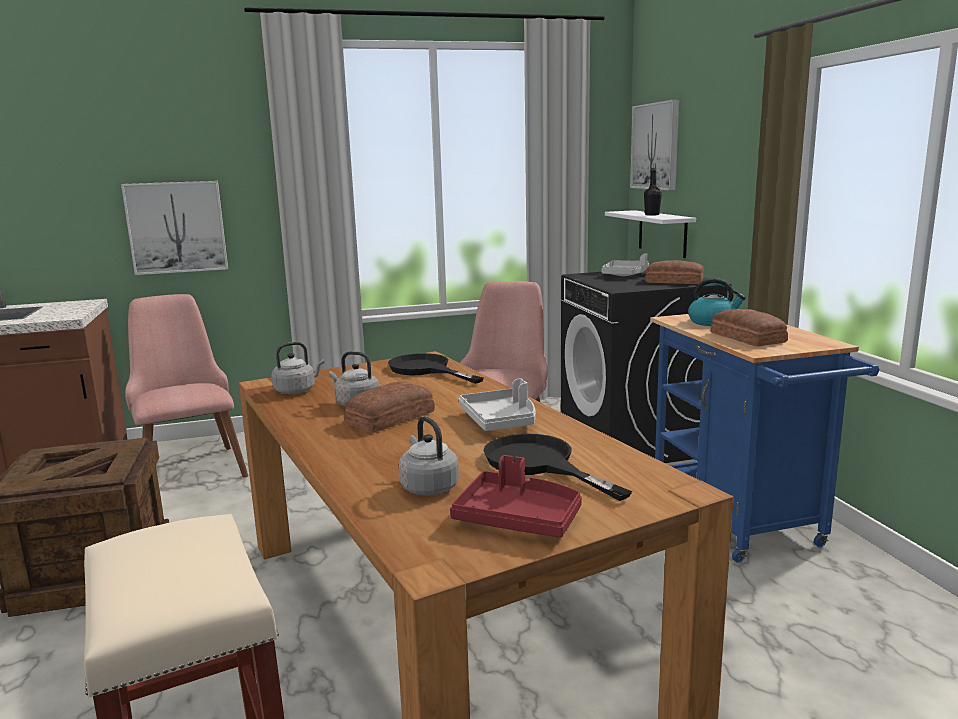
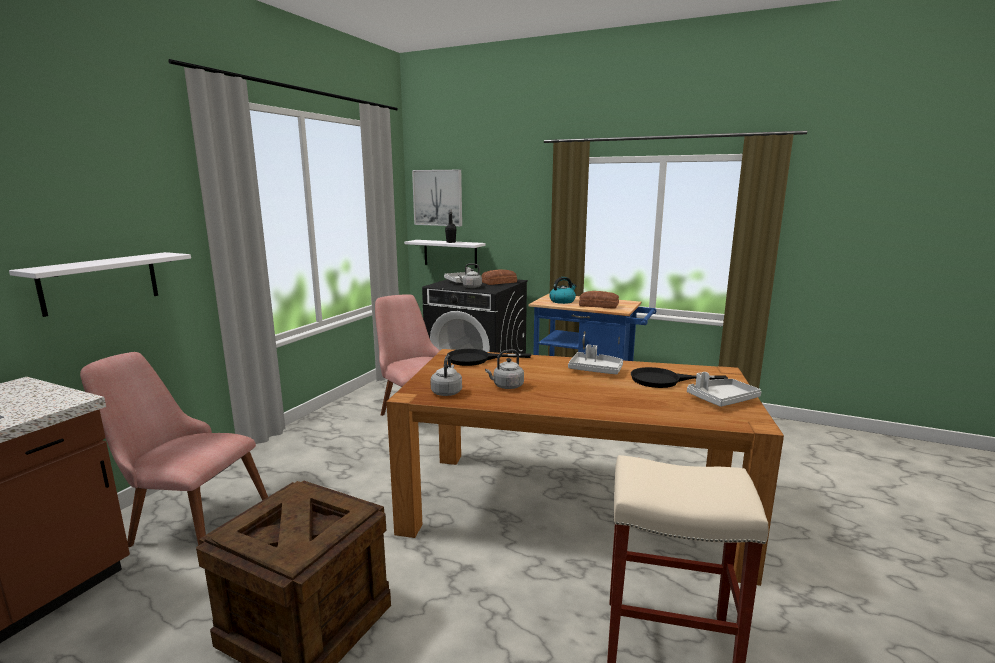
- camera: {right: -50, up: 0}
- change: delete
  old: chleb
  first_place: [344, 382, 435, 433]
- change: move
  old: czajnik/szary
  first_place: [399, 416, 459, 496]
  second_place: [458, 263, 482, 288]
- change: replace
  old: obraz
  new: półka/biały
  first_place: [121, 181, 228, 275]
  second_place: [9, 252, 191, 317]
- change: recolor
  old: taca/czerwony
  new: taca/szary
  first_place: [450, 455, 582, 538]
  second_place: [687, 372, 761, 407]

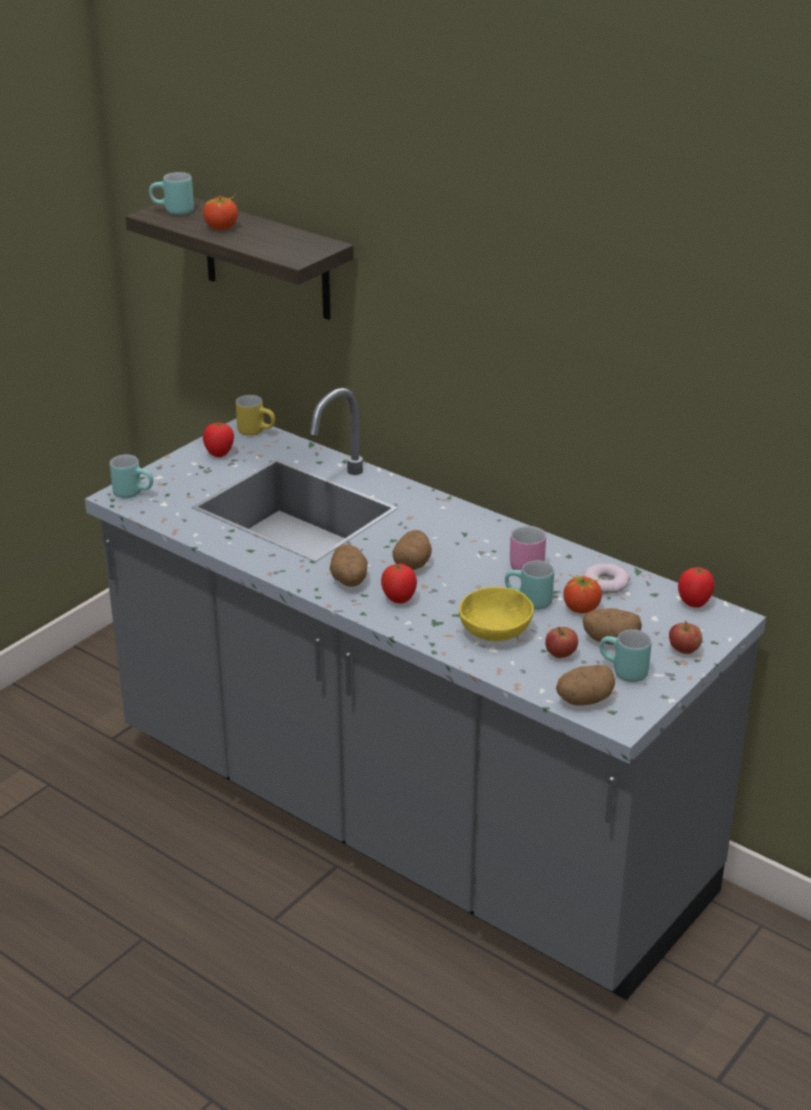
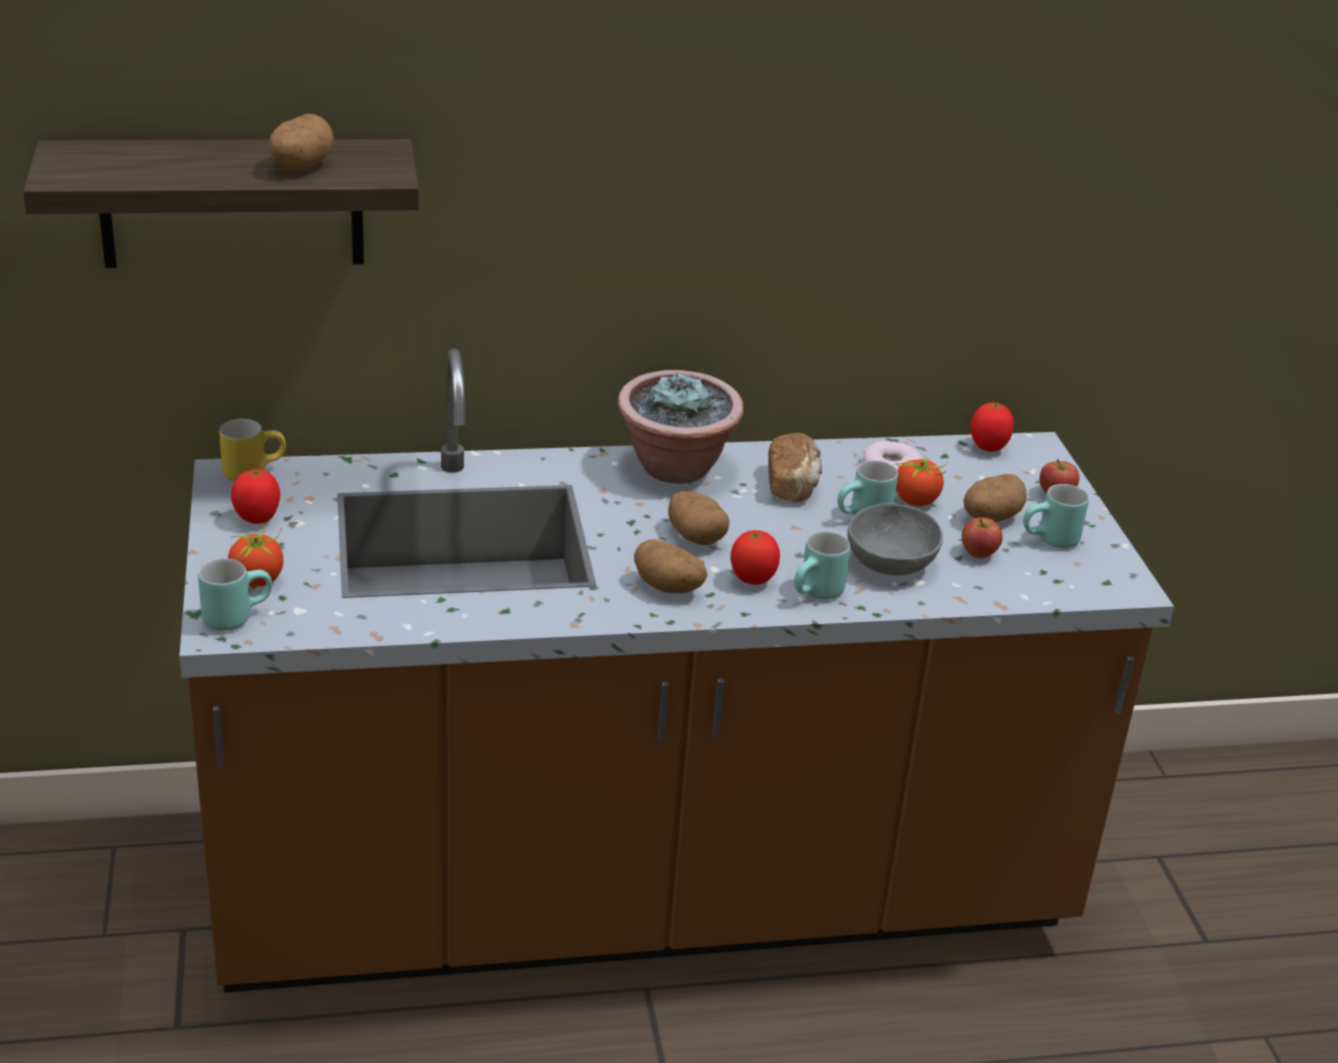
- camera: {right: -50, up: 0}
- change: insert
  new: roślina doniczkowa
  second_place: [618, 370, 744, 484]
- change: move
  old: kubek/turkusowy
  first_place: [149, 172, 194, 215]
  second_place: [794, 531, 850, 599]
- change: move
  old: pomidor
  first_place: [202, 193, 238, 230]
  second_place: [228, 523, 283, 586]
- change: move
  old: ziemniak
  first_place: [556, 665, 615, 706]
  second_place: [269, 114, 334, 171]
- change: replace
  old: kubek/różowy
  new: chleb
  first_place: [510, 526, 546, 570]
  second_place: [768, 433, 822, 502]
- change: recolor
  old: zabudowa kuchenna/szary
  new: zabudowa kuchenna/brązowy
  first_place: [85, 388, 766, 1000]
  second_place: [179, 349, 1174, 993]
- change: recolor
  old: miska/żółty
  new: miska/szary
  first_place: [459, 587, 534, 641]
  second_place: [847, 503, 943, 575]

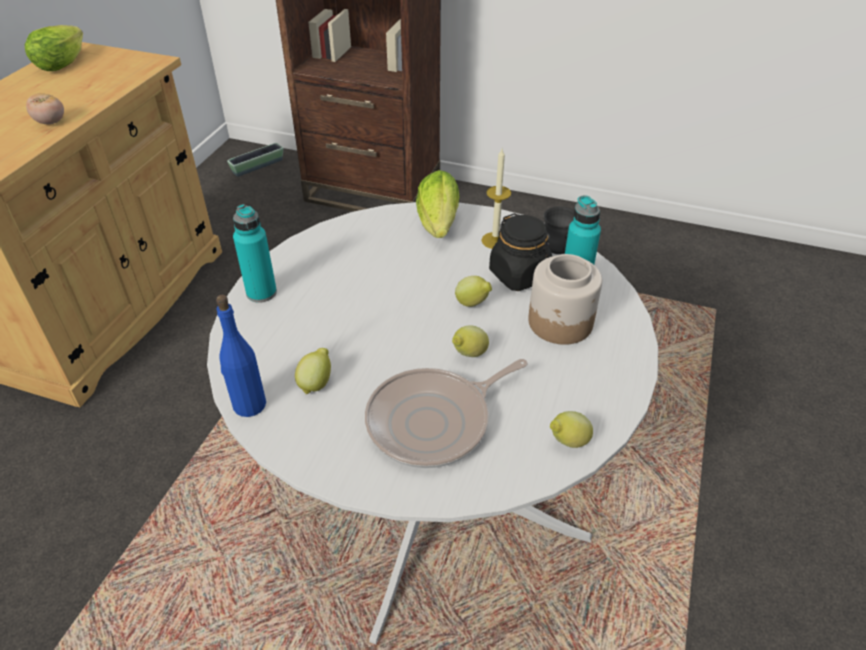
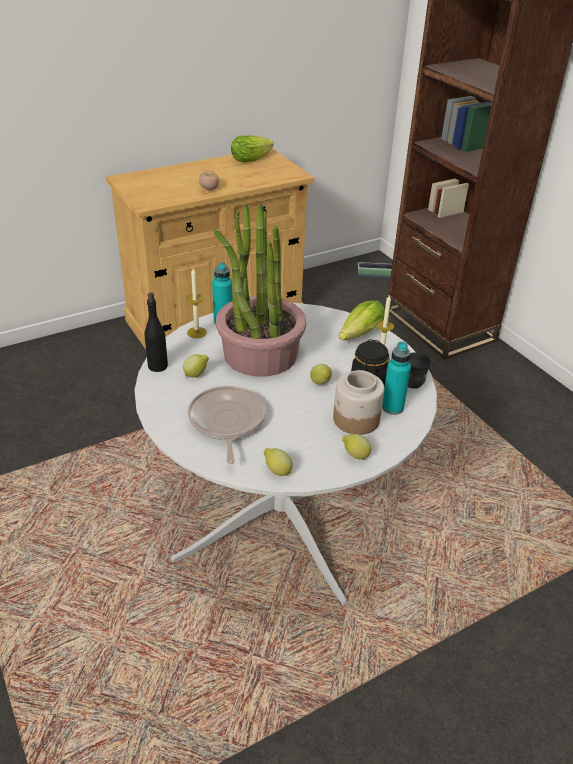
- camera: {right: 40, up: -5}
- change: insert
  new: świeca
  second_place: [186, 268, 207, 338]
- change: insert
  new: roślina doniczkowa
  second_place: [213, 204, 306, 376]
- change: move
  old: cytryna
  first_place: [452, 325, 489, 357]
  second_place: [342, 434, 371, 459]
- change: recolor
  old: butelka/niebieski
  new: butelka/czarny
  first_place: [216, 295, 266, 417]
  second_place: [145, 292, 168, 372]
- change: rotate
  old: patelnia
  first_place: [365, 359, 528, 468]
  second_place: [188, 386, 265, 464]
  degrees: 75

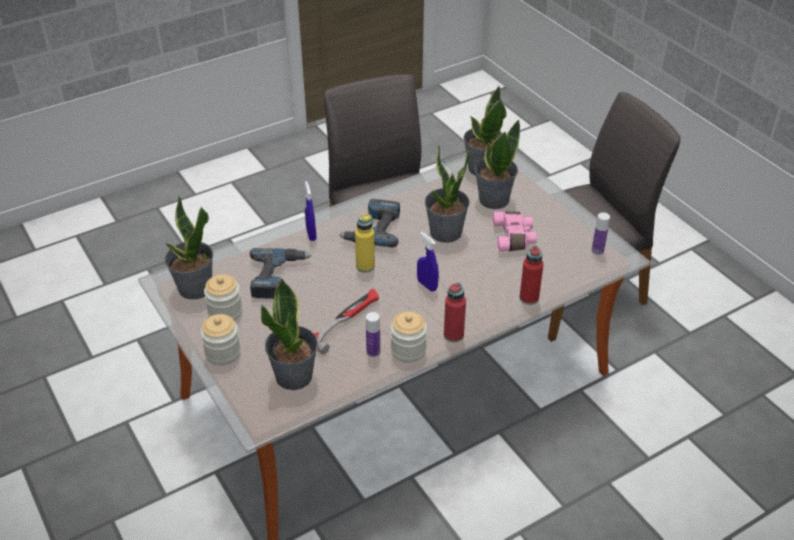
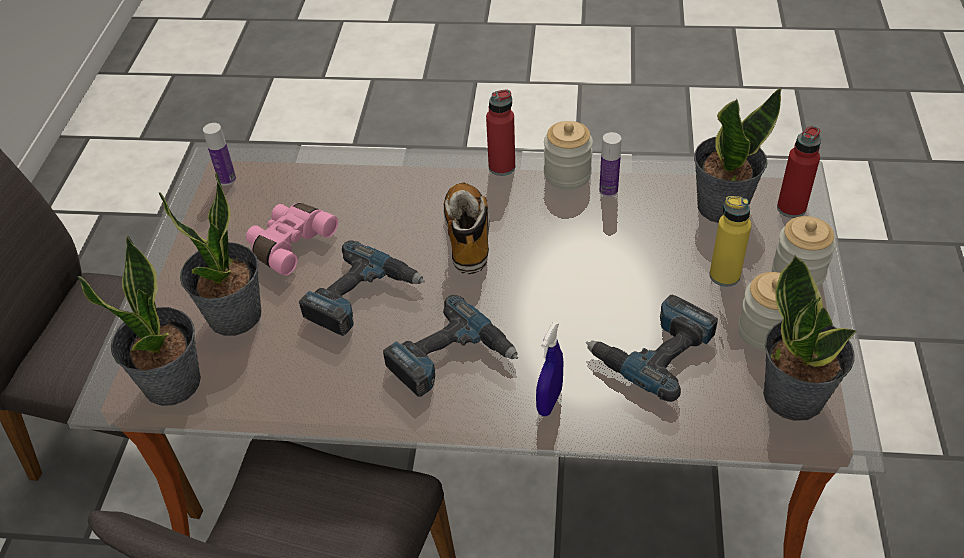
- camera: {right: -140, up: 5}
- change: delete
  old: młotek
  first_place: [301, 289, 379, 354]
- change: move
  old: butelka/żółty
  first_place: [355, 214, 375, 273]
  second_place: [709, 196, 751, 287]
- change: move
  old: butelka/czerwony
  first_place: [519, 246, 543, 305]
  second_place: [777, 126, 821, 218]
- change: replace
  old: spryskiwacz/niebieski
  new: but z cholewką
  first_place: [417, 232, 439, 292]
  second_place: [443, 182, 490, 274]
- change: replace
  old: roślina doniczkowa
  new: wiertarka
  first_place: [425, 144, 470, 243]
  second_place: [299, 240, 425, 336]

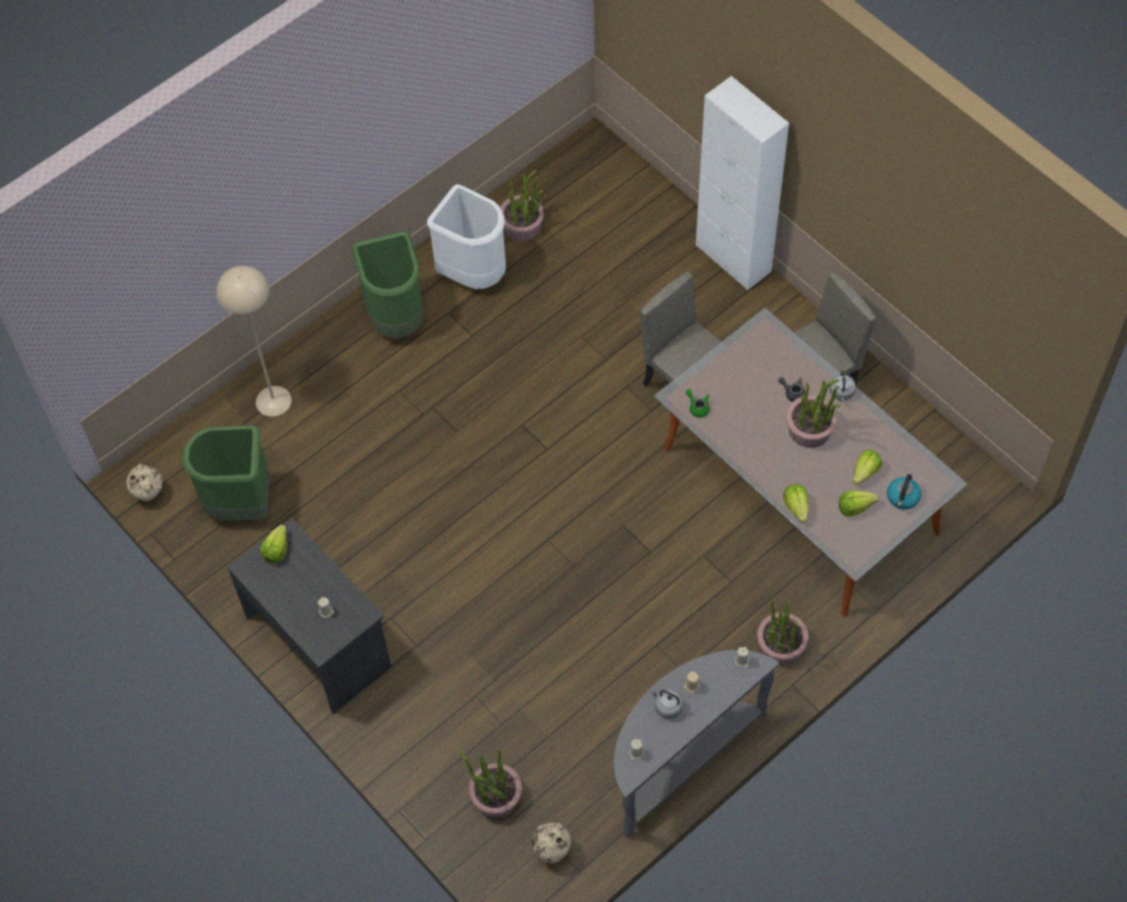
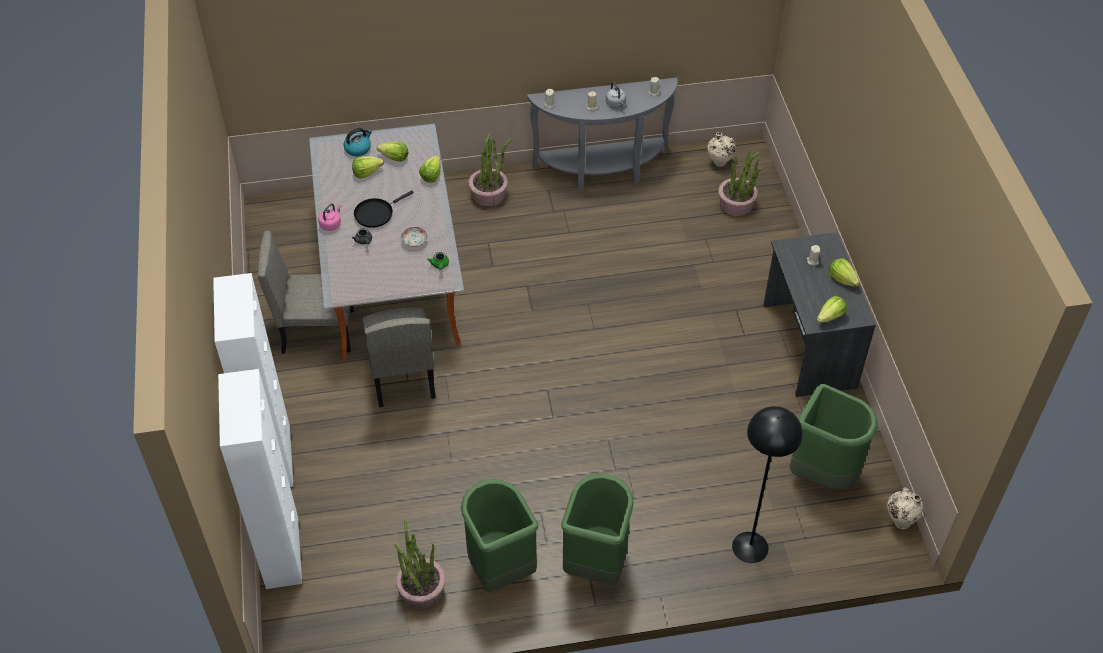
- camera: {right: -150, up: -10}
- change: insert
  new: szafka/biały
  second_place: [218, 369, 302, 589]
- change: insert
  new: talerz
  second_place: [401, 227, 428, 247]
- change: insert
  new: sałata
  second_place: [829, 258, 860, 287]
- change: replace
  old: roślina doniczkowa
  new: patelnia/czarny
  first_place: [786, 379, 840, 448]
  second_place: [354, 190, 414, 228]
- change: recolor
  old: lampa stojąca/beżowy
  new: lampa stojąca/czarny
  first_place: [216, 266, 292, 417]
  second_place: [732, 406, 803, 563]
- change: recolor
  old: kosz na śmieci/biały
  new: kosz na śmieci/zielony
  first_place: [427, 184, 506, 289]
  second_place: [461, 479, 538, 592]
- change: recolor
  old: czajnik/szary
  new: czajnik/różowy
  first_place: [830, 370, 856, 402]
  second_place: [318, 204, 341, 231]

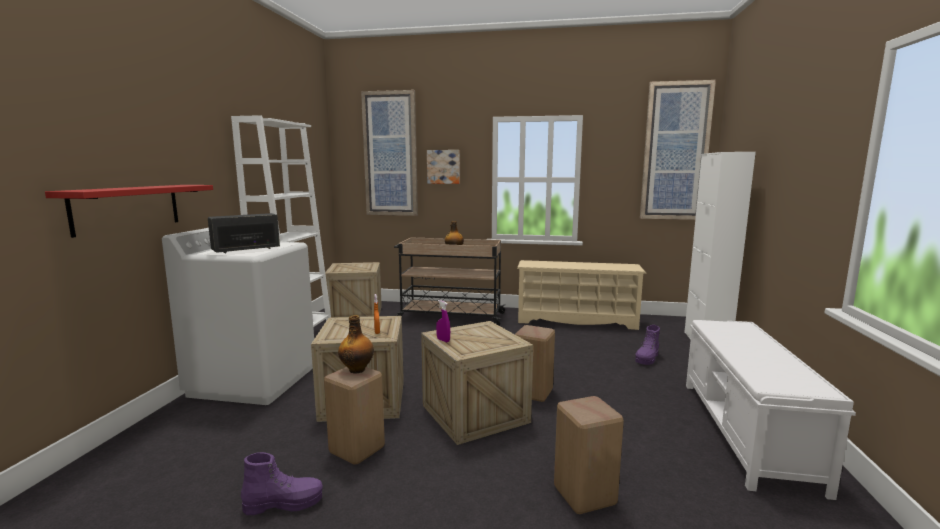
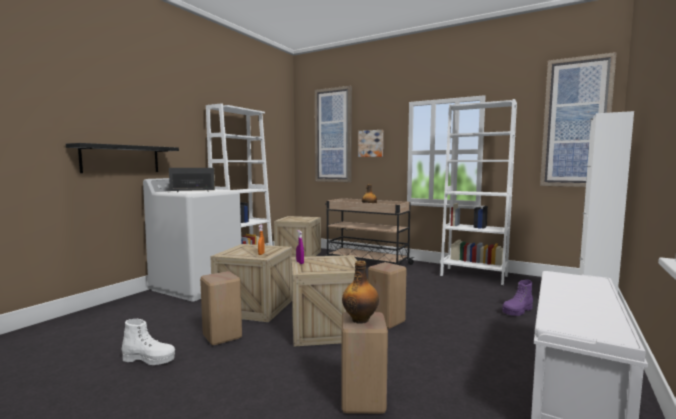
- camera: {right: 20, up: -5}
- change: move
  old: butelka
  first_place: [338, 315, 374, 374]
  second_place: [342, 260, 379, 324]
- change: replace
  old: regał na buty/beżowy
  new: regał/biały
  first_place: [517, 260, 647, 330]
  second_place: [440, 99, 517, 285]
- change: recolor
  old: półka/czerwony
  new: półka/czarny
  first_place: [45, 185, 213, 238]
  second_place: [66, 143, 179, 173]
- change: recolor
  old: but z cholewką/fioletowy
  new: but z cholewką/biały
  first_place: [241, 452, 323, 515]
  second_place: [122, 319, 175, 365]

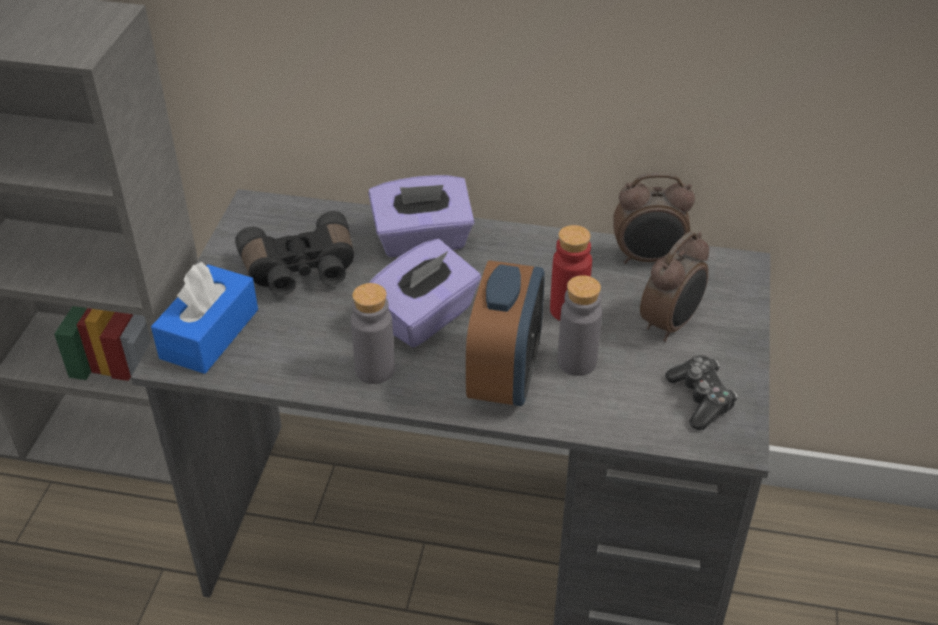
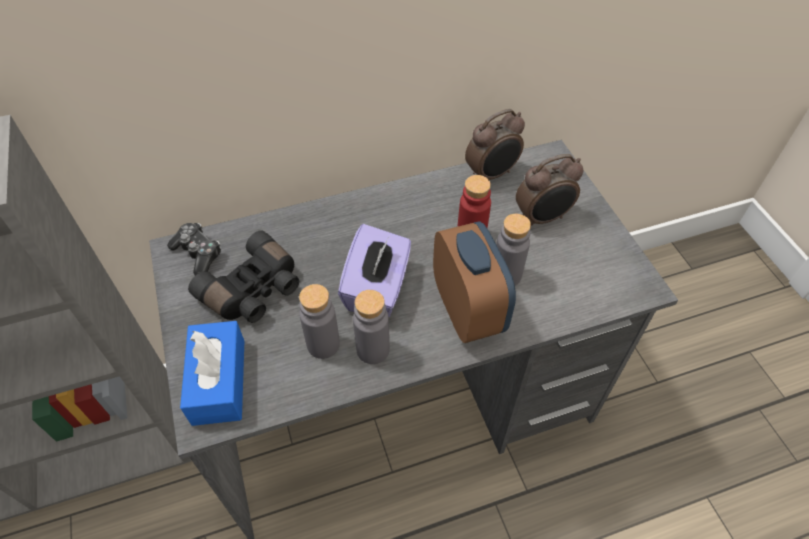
- camera: {right: -30, up: 10}
- change: delete
  old: pudełko chusteczek/fioletowy
  first_place: [368, 175, 474, 257]
- change: insert
  new: butelka/szary
  second_place: [299, 284, 340, 359]
- change: move
  old: pad do gier
  first_place: [665, 355, 738, 430]
  second_place: [167, 223, 221, 276]
- change: rotate
  old: budzik
  first_place: [640, 231, 709, 342]
  second_place: [516, 154, 583, 226]
  degrees: 60

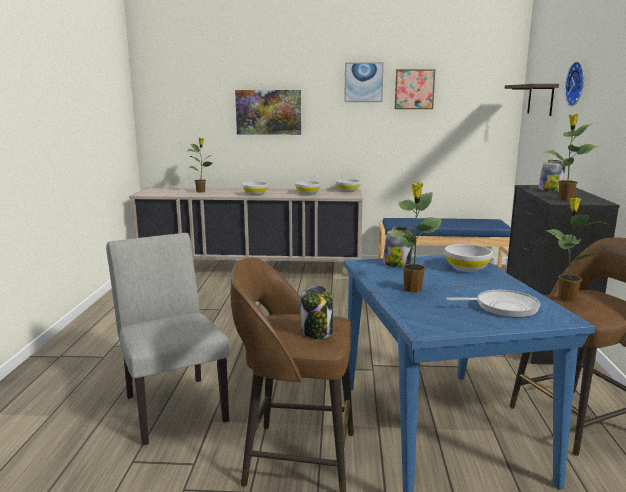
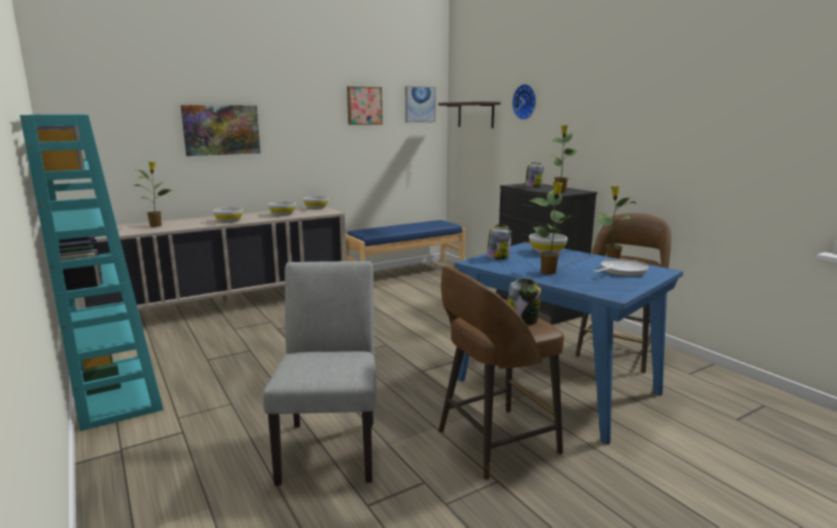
- camera: {right: -35, up: 0}
- change: insert
  new: regał/turkusowy
  second_place: [20, 114, 164, 431]
- change: move
  old: obraz
  first_place: [344, 62, 384, 102]
  second_place: [405, 86, 436, 122]
- change: rotate
  old: krzesło/szary
  first_place: [106, 233, 229, 446]
  second_place: [263, 261, 376, 486]
  degrees: 60

